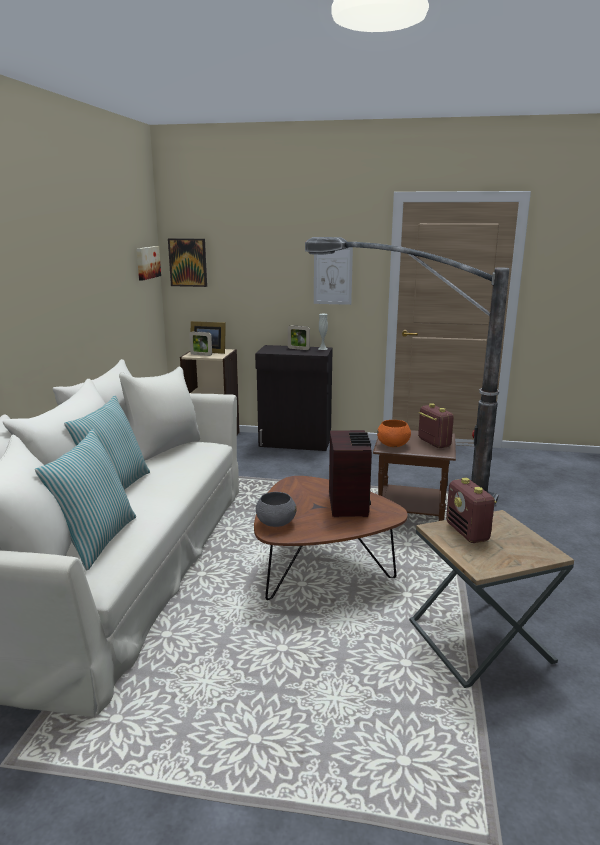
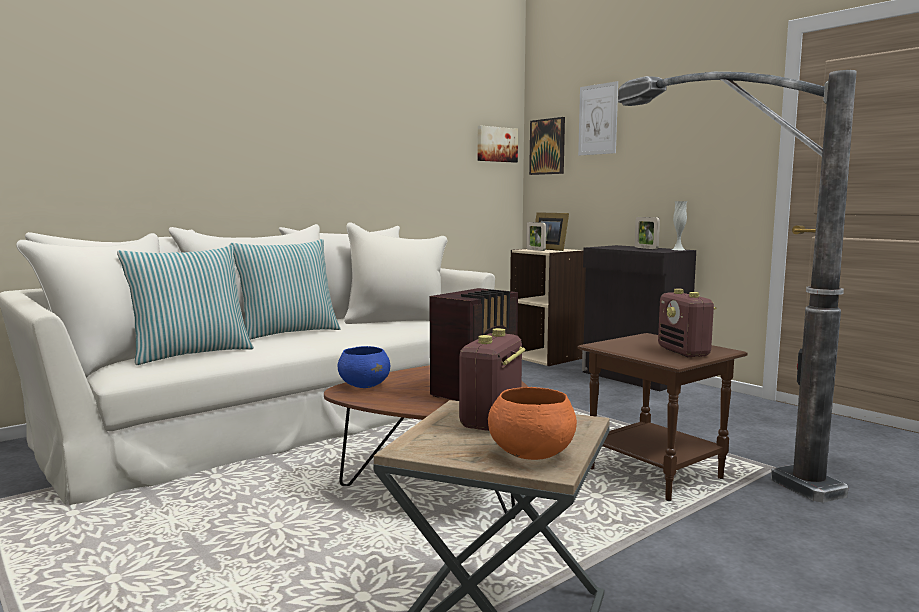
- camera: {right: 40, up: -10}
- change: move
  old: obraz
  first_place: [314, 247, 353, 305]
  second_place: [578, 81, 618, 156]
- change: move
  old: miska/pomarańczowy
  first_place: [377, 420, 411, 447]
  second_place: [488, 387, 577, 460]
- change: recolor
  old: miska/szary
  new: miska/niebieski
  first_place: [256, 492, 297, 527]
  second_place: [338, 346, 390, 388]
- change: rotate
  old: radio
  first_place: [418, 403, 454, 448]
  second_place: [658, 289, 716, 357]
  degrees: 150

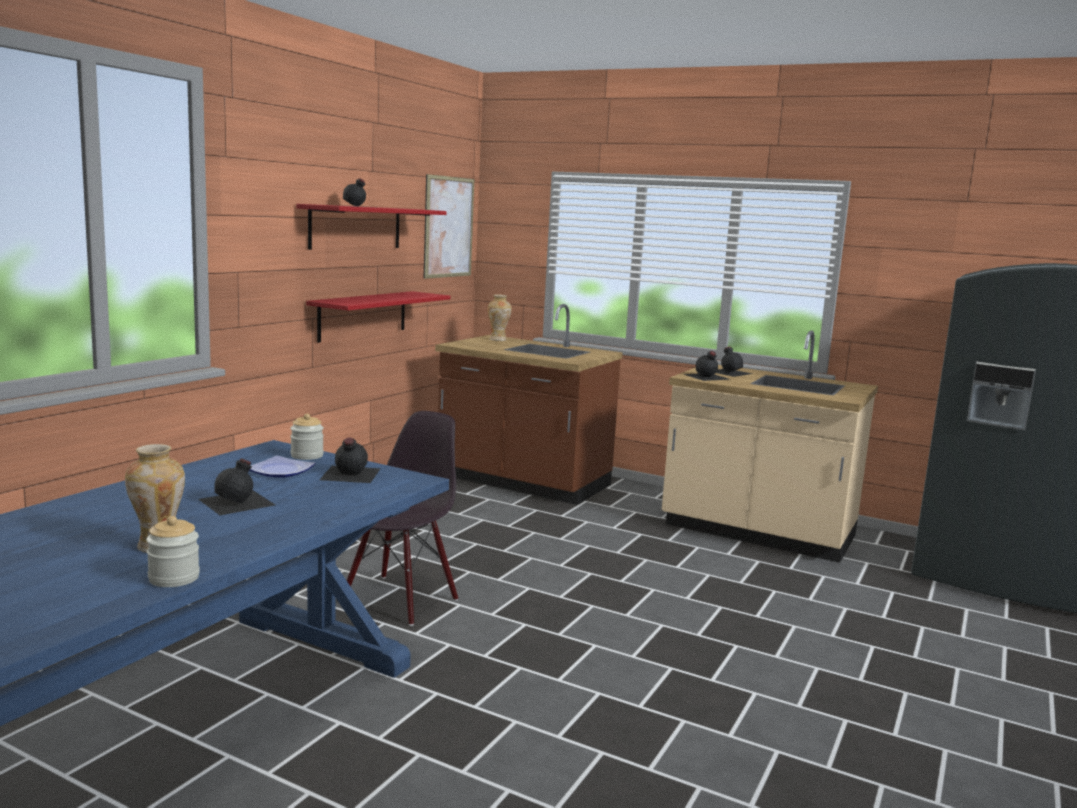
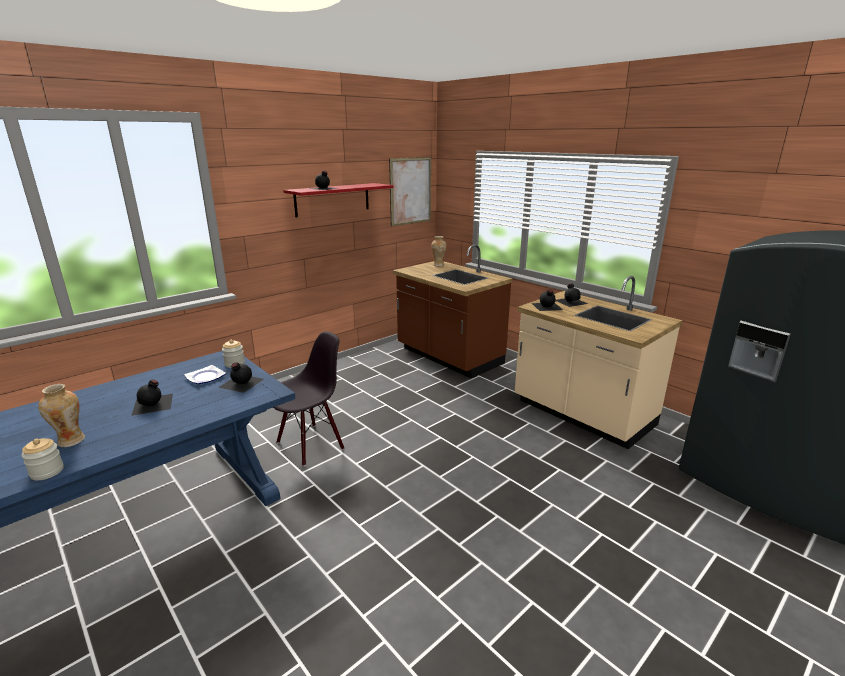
- camera: {right: 20, up: 10}
- change: delete
  old: półka/czerwony
  first_place: [306, 291, 450, 343]

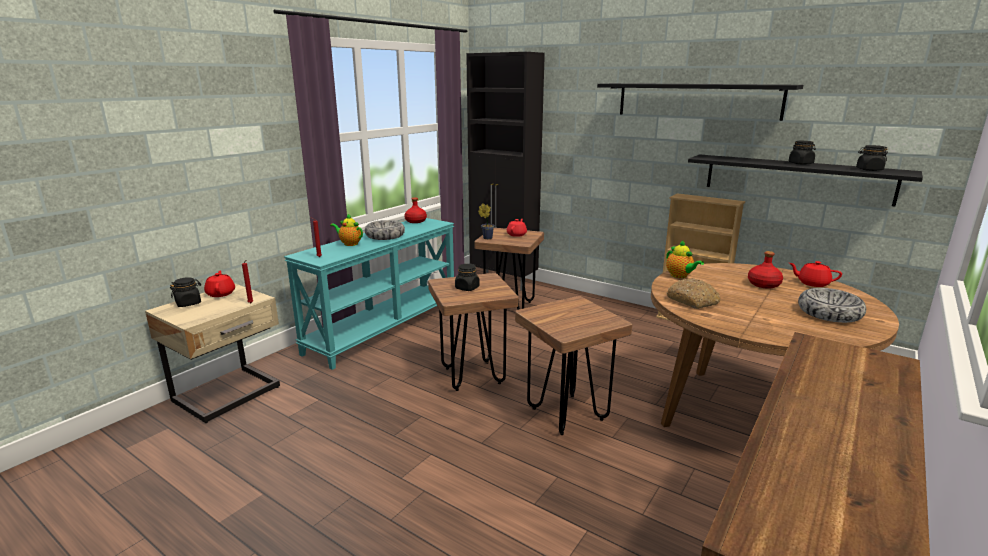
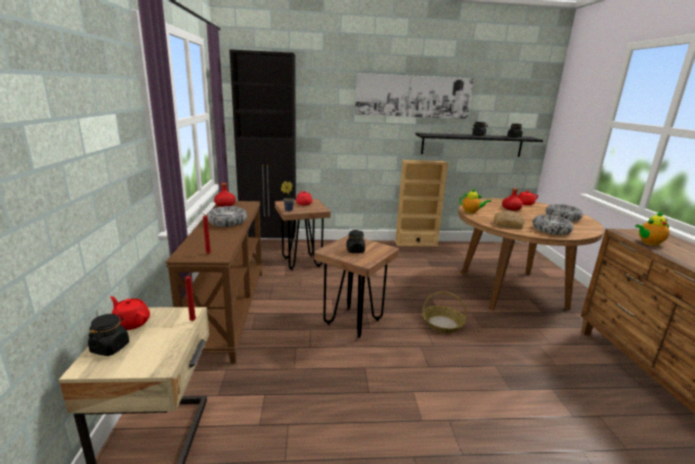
- camera: {right: -40, up: 0}
- change: insert
  new: miska
  second_place: [533, 215, 573, 235]
- change: move
  old: imbryk
  first_place: [330, 214, 363, 246]
  second_place: [635, 211, 670, 246]
- change: replace
  old: stołek/brązowy
  new: koszyk
  first_place: [515, 296, 632, 435]
  second_place: [422, 291, 467, 333]
- change: replace
  old: półka/czarny
  new: obraz
  first_place: [597, 83, 803, 121]
  second_place: [355, 73, 474, 119]
- change: recolor
  old: stolik konsolowy/turkusowy
  new: stolik konsolowy/brązowy
  first_place: [284, 218, 454, 370]
  second_place: [165, 201, 263, 364]

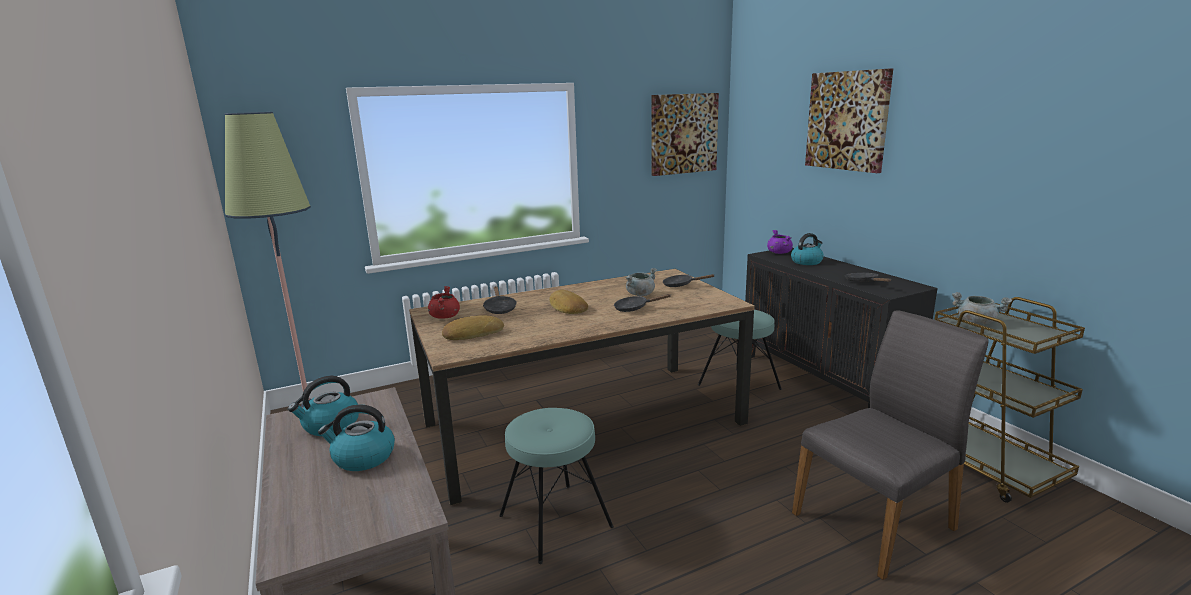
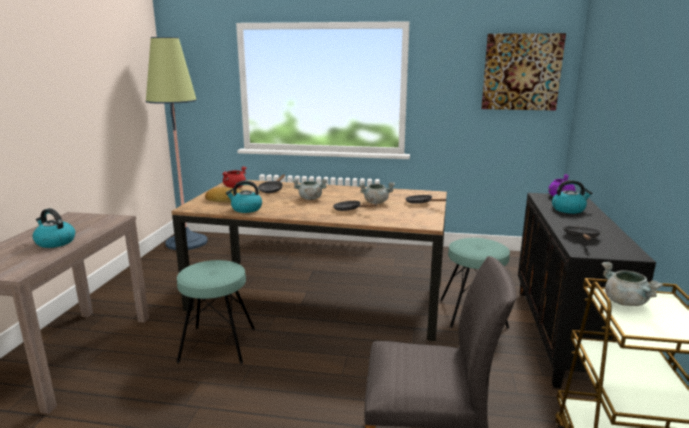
- camera: {right: 35, up: 0}
- change: delete
  old: obraz
  first_place: [805, 68, 893, 173]
- change: move
  old: czajnik
  first_place: [288, 376, 359, 436]
  second_place: [226, 180, 262, 213]
- change: replace
  old: chleb
  new: garnek/szary
  first_place: [549, 290, 588, 314]
  second_place: [292, 179, 328, 200]

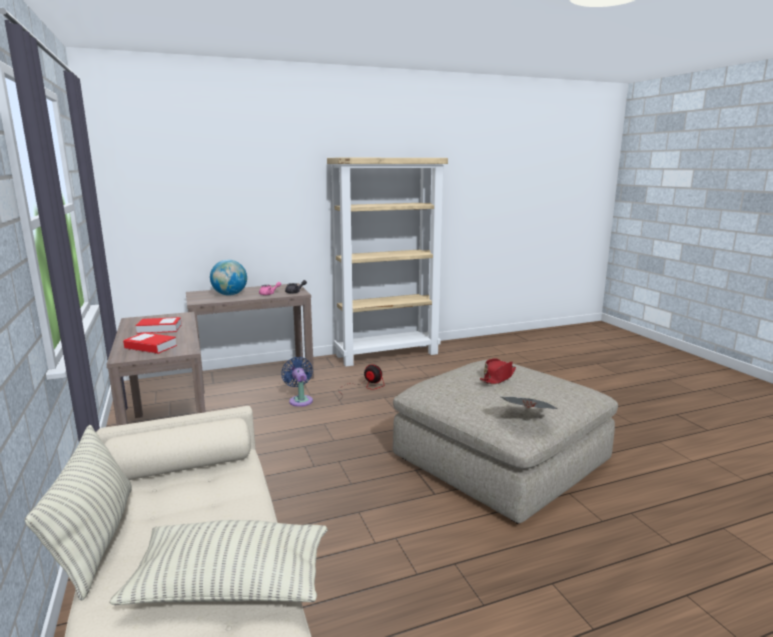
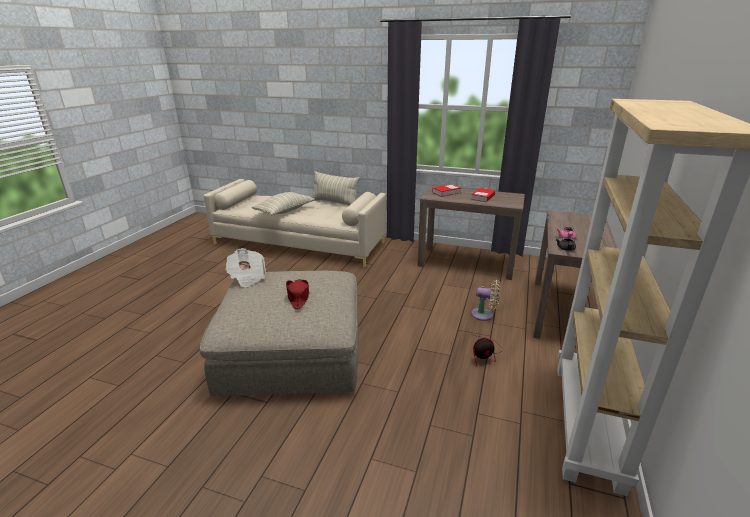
- camera: {right: 130, up: 10}
- change: delete
  old: globus
  first_place: [210, 260, 247, 296]
- change: recolor
  old: wentylator/niebieski
  new: wentylator/beżowy
  first_place: [281, 357, 313, 407]
  second_place: [471, 280, 500, 321]

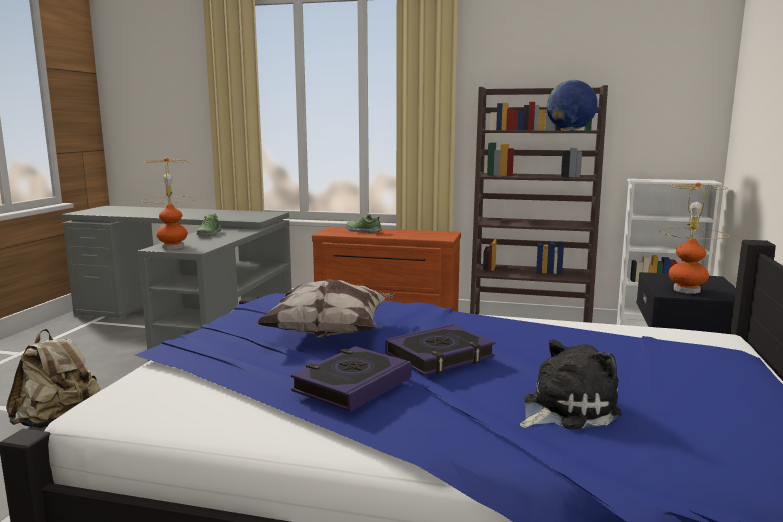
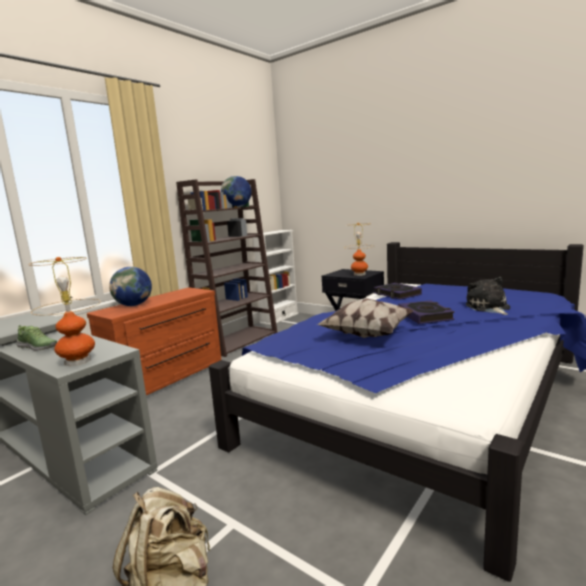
- camera: {right: -65, up: 0}
- change: move
  old: książka
  first_place: [291, 346, 411, 412]
  second_place: [374, 283, 422, 300]
- change: replace
  old: but
  new: globus
  first_place: [346, 214, 382, 233]
  second_place: [109, 267, 152, 306]

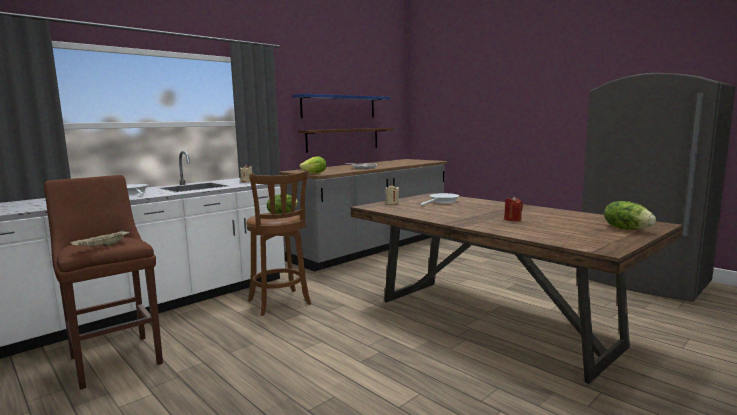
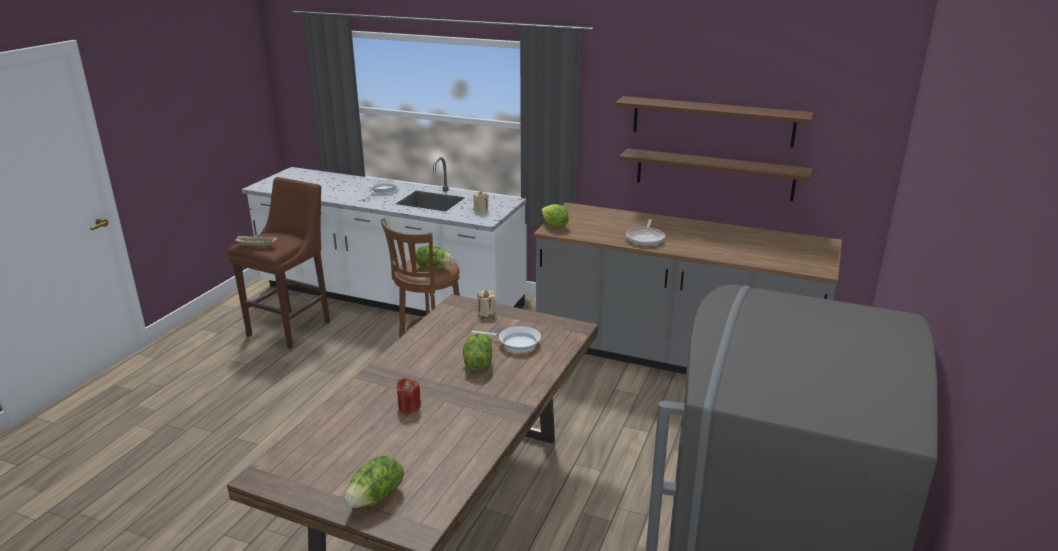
- camera: {right: 65, up: 15}
- change: insert
  new: sałata
  second_place: [463, 333, 492, 370]
- change: recolor
  old: półka/niebieski
  new: półka/brązowy
  first_place: [293, 94, 390, 118]
  second_place: [615, 96, 814, 147]

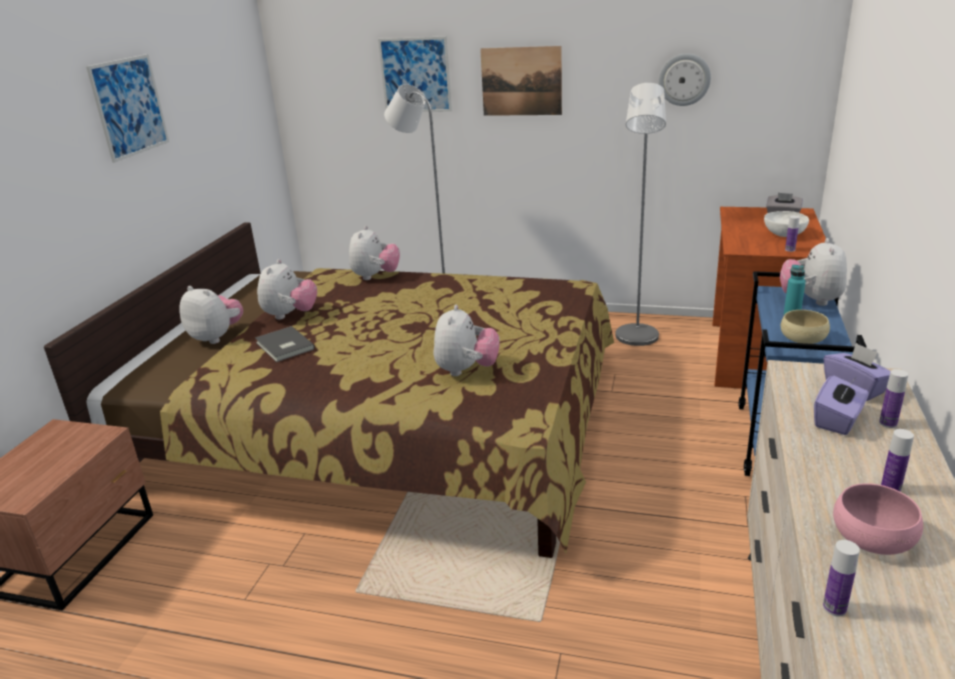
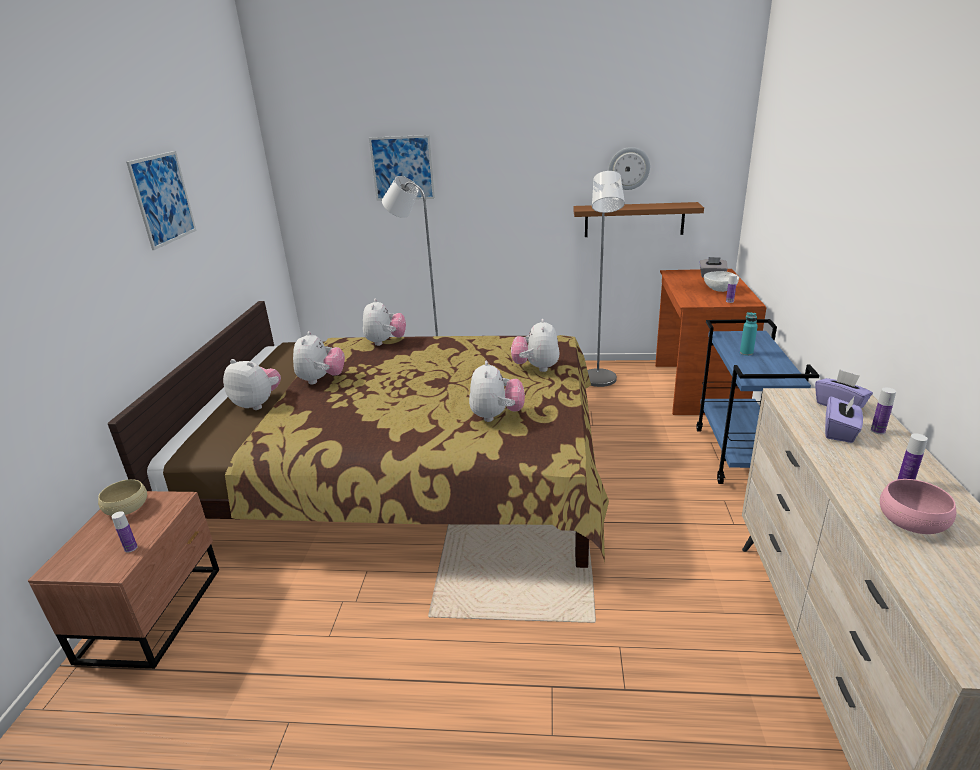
- camera: {right: -10, up: 0}
- change: delete
  old: książka/szary
  first_place: [255, 326, 315, 362]
- change: delete
  old: obraz
  first_place: [480, 46, 562, 116]
- change: insert
  new: półka/brązowy
  second_place: [573, 202, 704, 237]
- change: move
  old: pluszak
  first_place: [780, 238, 847, 306]
  second_place: [511, 319, 559, 372]
- change: move
  old: miska/beżowy
  first_place: [781, 310, 830, 344]
  second_place: [98, 479, 147, 516]
- change: move
  old: butelka
  first_place: [823, 540, 860, 617]
  second_place: [111, 511, 138, 553]

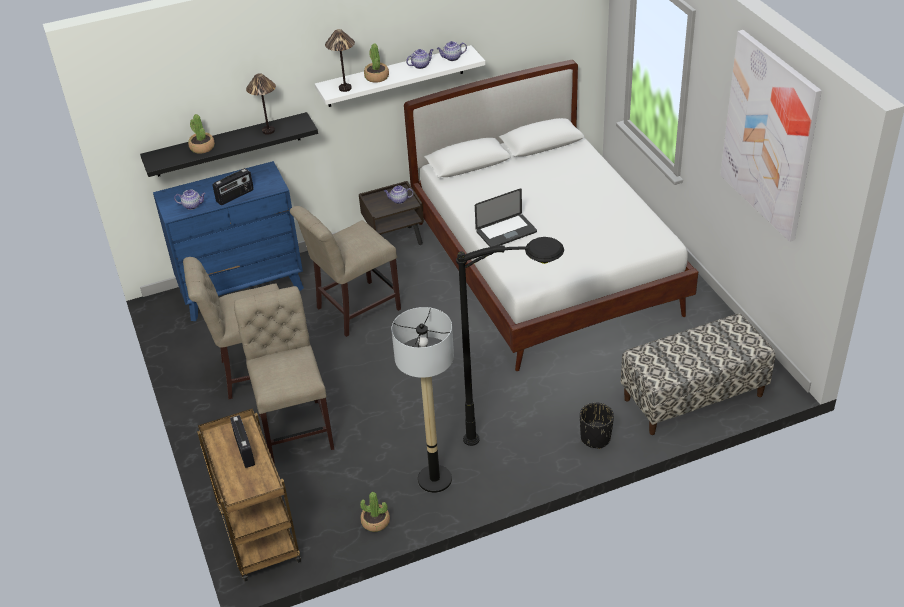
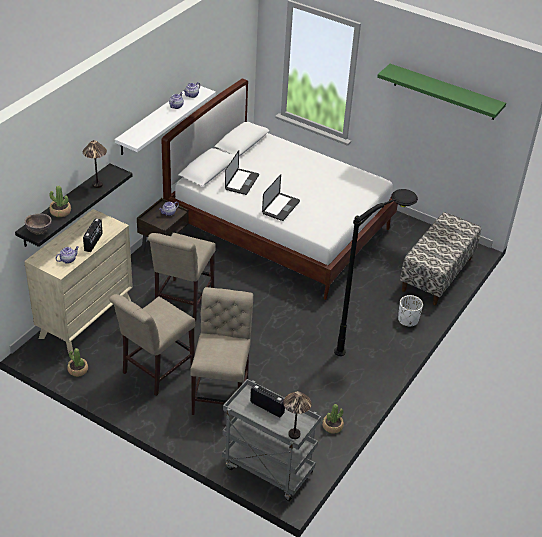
- camera: {right: -40, up: 0}
- change: delete
  old: lampa stojąca
  first_place: [391, 307, 454, 493]
- change: insert
  new: miska/brązowy
  second_place: [25, 214, 52, 235]
- change: insert
  new: laptop
  second_place: [225, 151, 259, 195]
- change: move
  old: lampa stołowa
  first_place: [325, 29, 355, 92]
  second_place: [283, 391, 312, 439]
- change: move
  old: roślina doniczkowa
  first_place: [364, 43, 389, 83]
  second_place: [67, 348, 88, 377]
- change: replace
  old: obraz
  new: półka/zielony
  first_place: [720, 30, 822, 242]
  second_place: [377, 64, 506, 120]
- change: recolor
  old: komoda/niebieski
  new: komoda/beżowy
  first_place: [153, 161, 304, 321]
  second_place: [24, 209, 133, 355]
- change: recolor
  old: wózek/brązowy
  new: wózek/szary
  first_place: [197, 409, 301, 581]
  second_place: [222, 379, 321, 502]
- change: recolor
  old: donica/czarny
  new: donica/biały
  first_place: [580, 403, 614, 449]
  second_place: [398, 295, 423, 326]
- change: rotate
  old: krzesło/beżowy
  first_place: [234, 286, 334, 464]
  second_place: [190, 287, 253, 415]
  degrees: 60

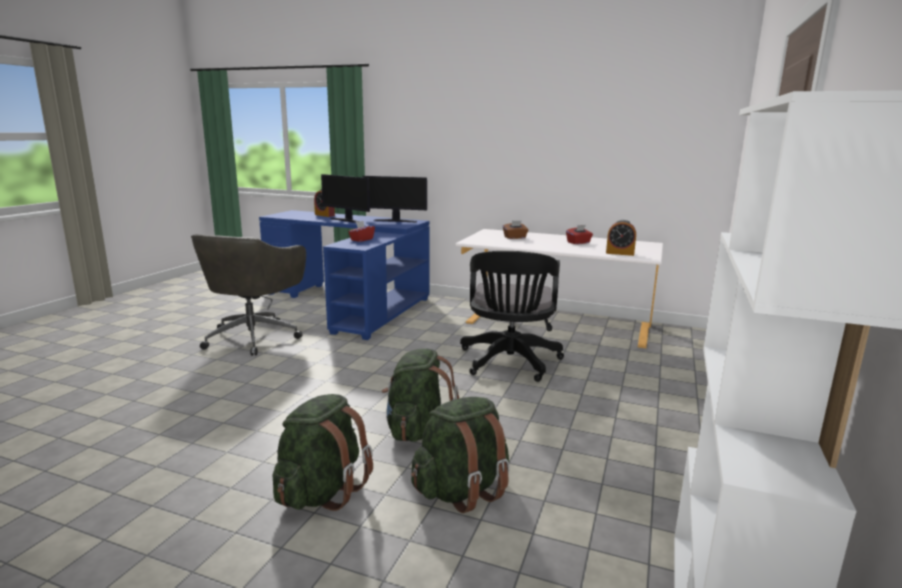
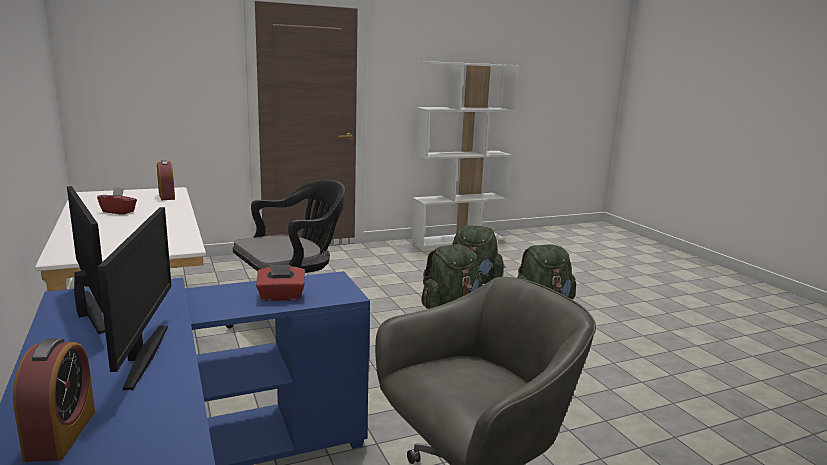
- camera: {right: -135, up: 0}
- change: delete
  old: pudełko chusteczek/brązowy
  first_place: [503, 221, 528, 239]

